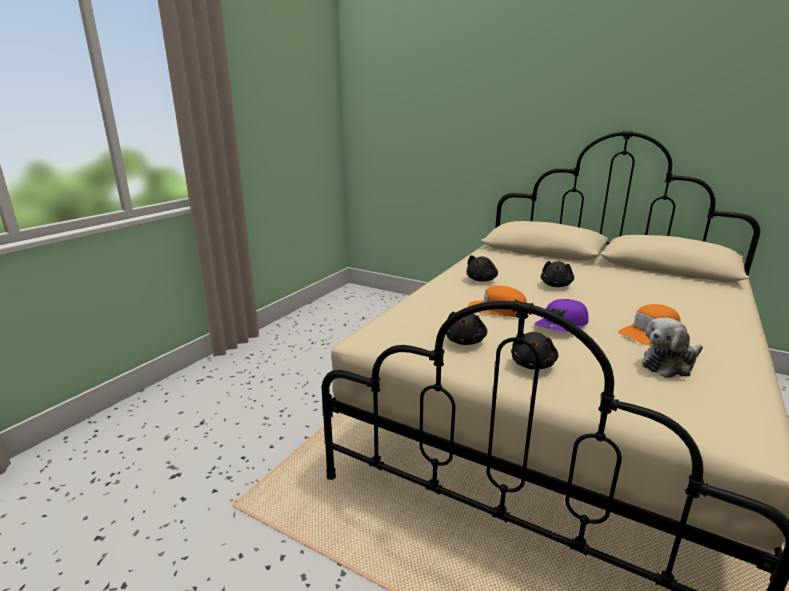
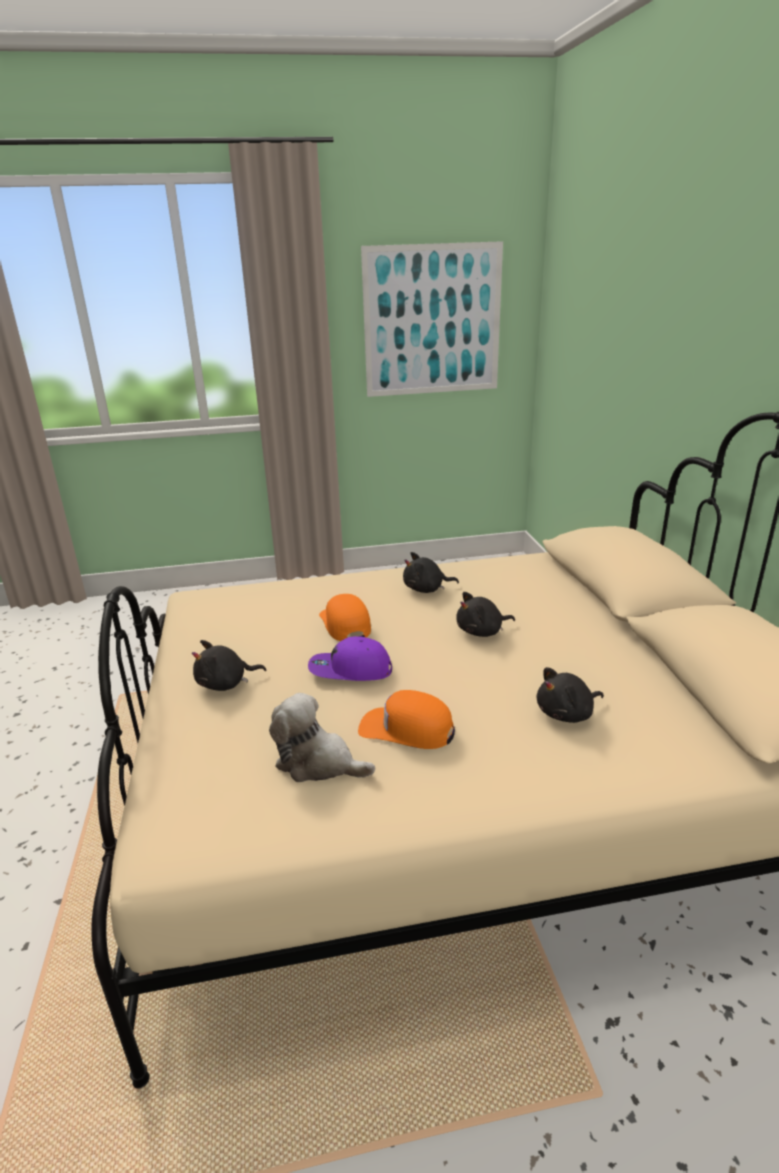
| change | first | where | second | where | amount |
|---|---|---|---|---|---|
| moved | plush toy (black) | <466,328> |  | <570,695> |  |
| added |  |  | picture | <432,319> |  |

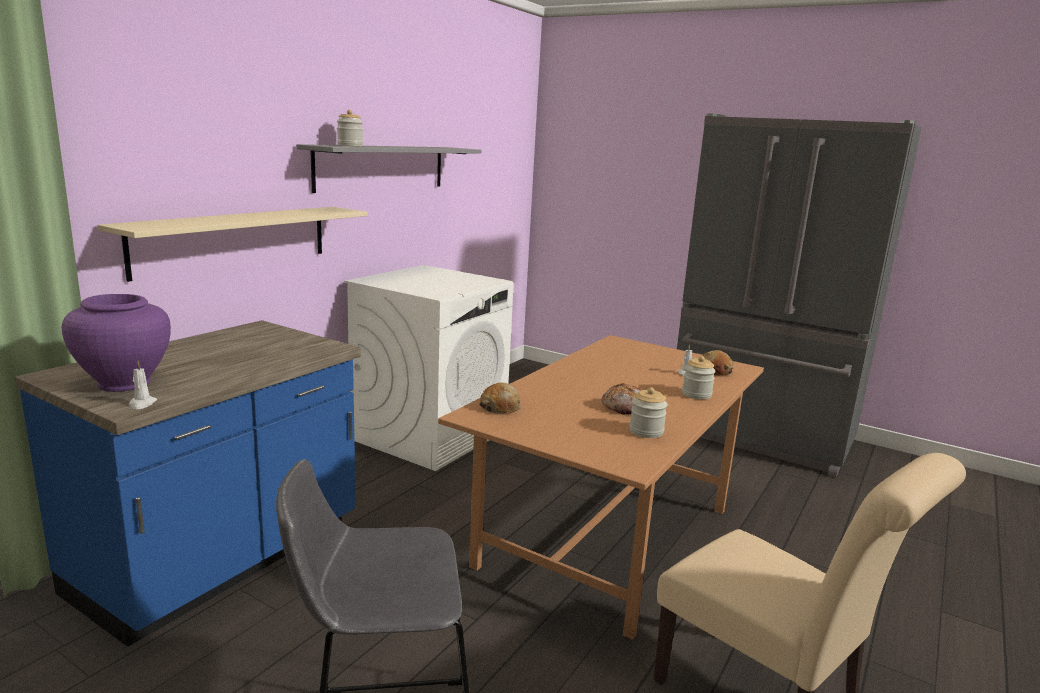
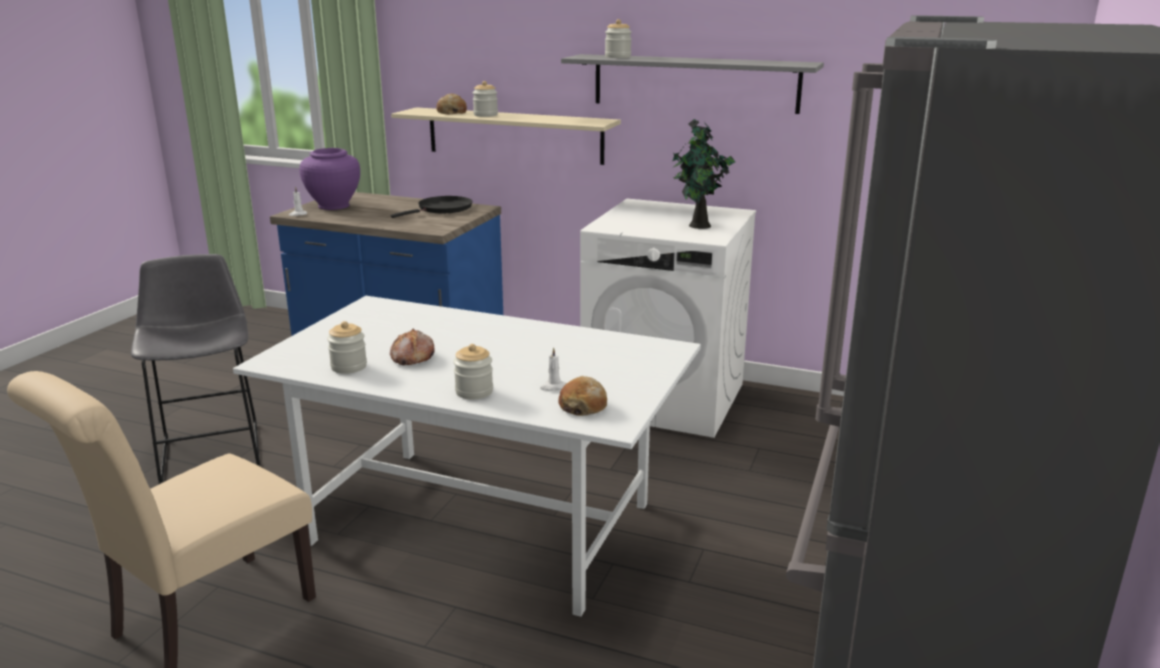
| change | first | where | second | where | amount |
|---|---|---|---|---|---|
| recoloured | dining table (brown) | <601,487> | dining table (white) | <467,456> |  |
| moved | bread | <500,398> |  | <452,104> |  |
| added |  |  | jar | <485,99> |  |
| added |  |  | potted plant | <704,174> |  |
| added |  |  | frying pan (black) | <431,207> |  |

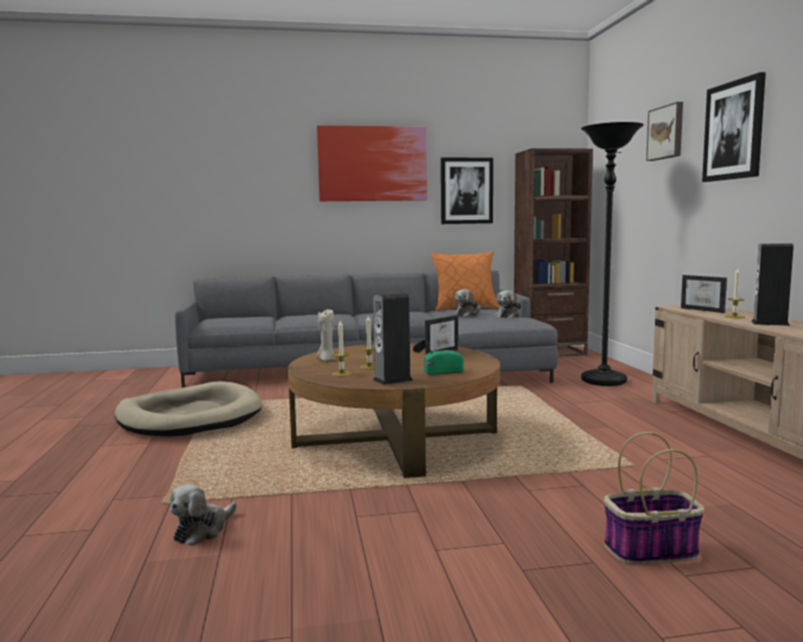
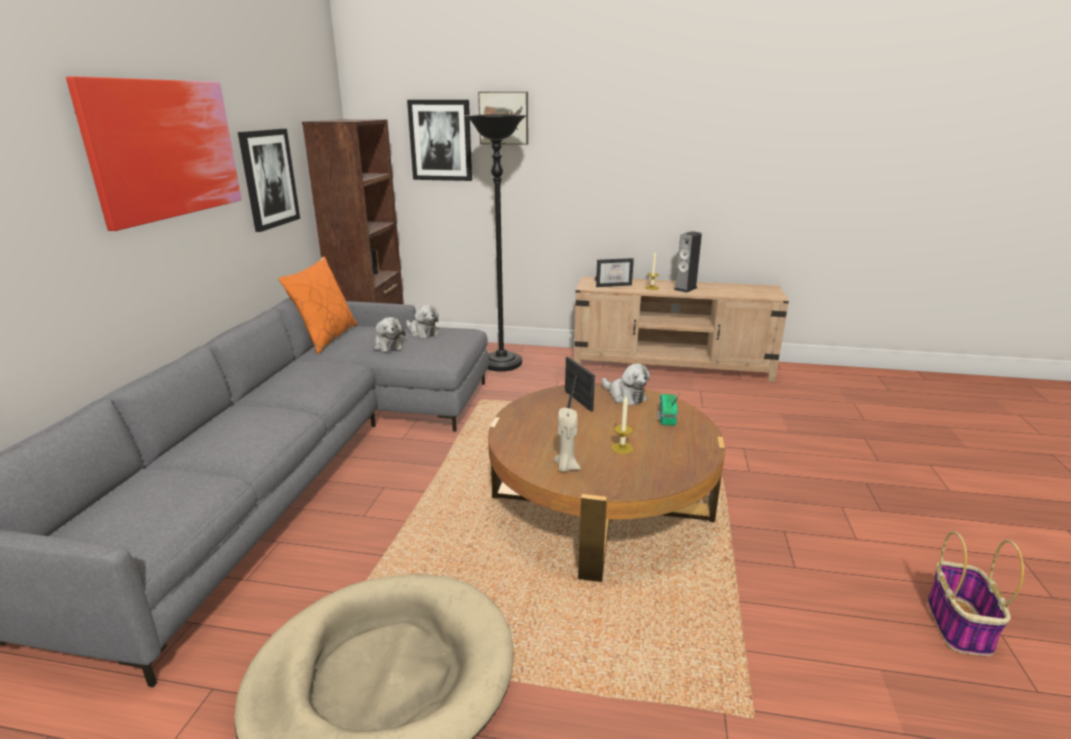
| change | first | where | second | where | amount |
|---|---|---|---|---|---|
| moved | picture | <734,127> |  | <439,140> |  |
| removed | speaker | <392,339> |  |  |  |
| removed | candle | <342,348> |  |  |  |
| moved | basket | <654,498> |  | <975,593> |  |
| moved | plush toy | <203,515> |  | <626,384> |  |

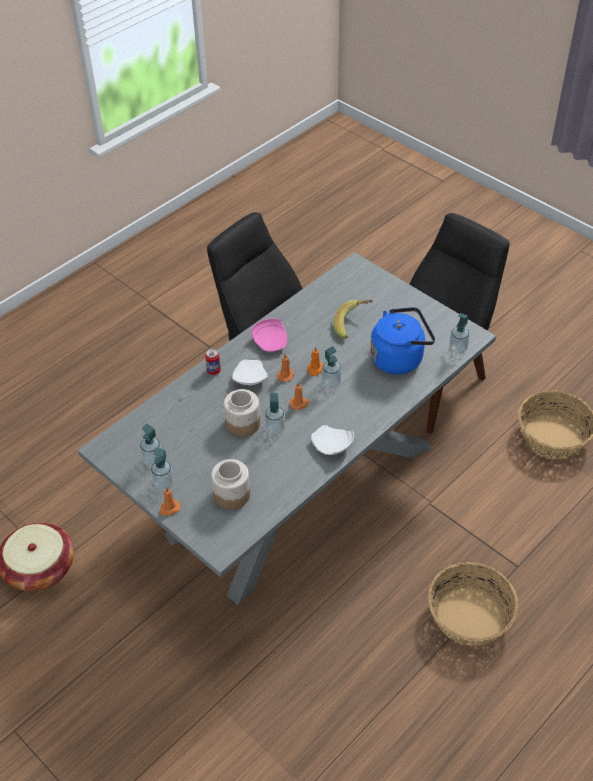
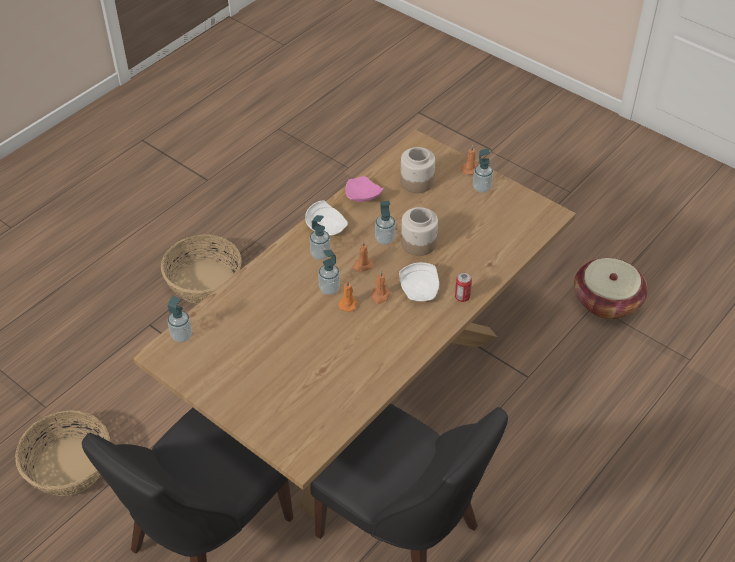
| change | first | where | second | where | amount |
|---|---|---|---|---|---|
| recoloured | dining table (grey) | <286,428> | dining table (brown) | <354,323> |  |
| removed | banana | <353,319> |  |  |  |
| removed | kettle (blue) | <402,341> |  |  |  |
| moved | plate (pink) | <269,335> |  | <365,189> |  |
| moved | soap dispenser | <150,445> |  | <320,237> |  |

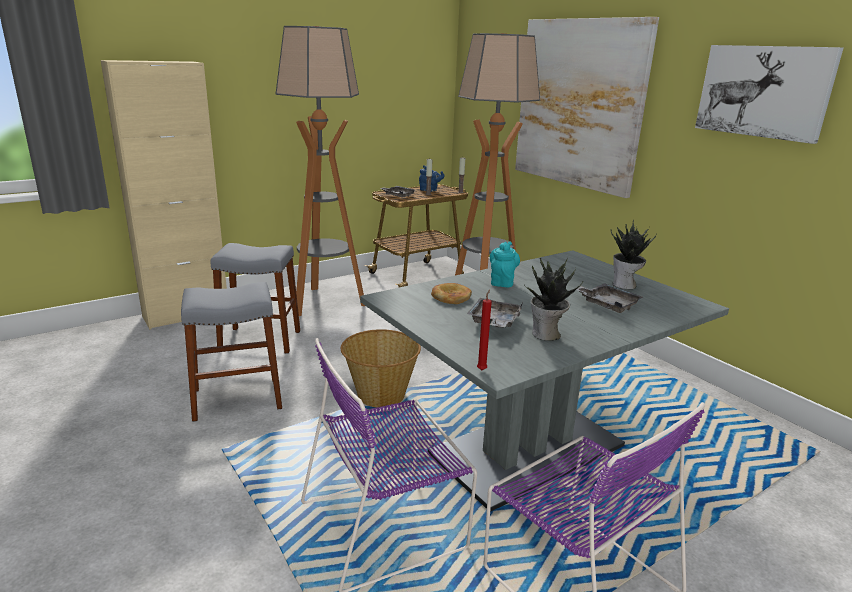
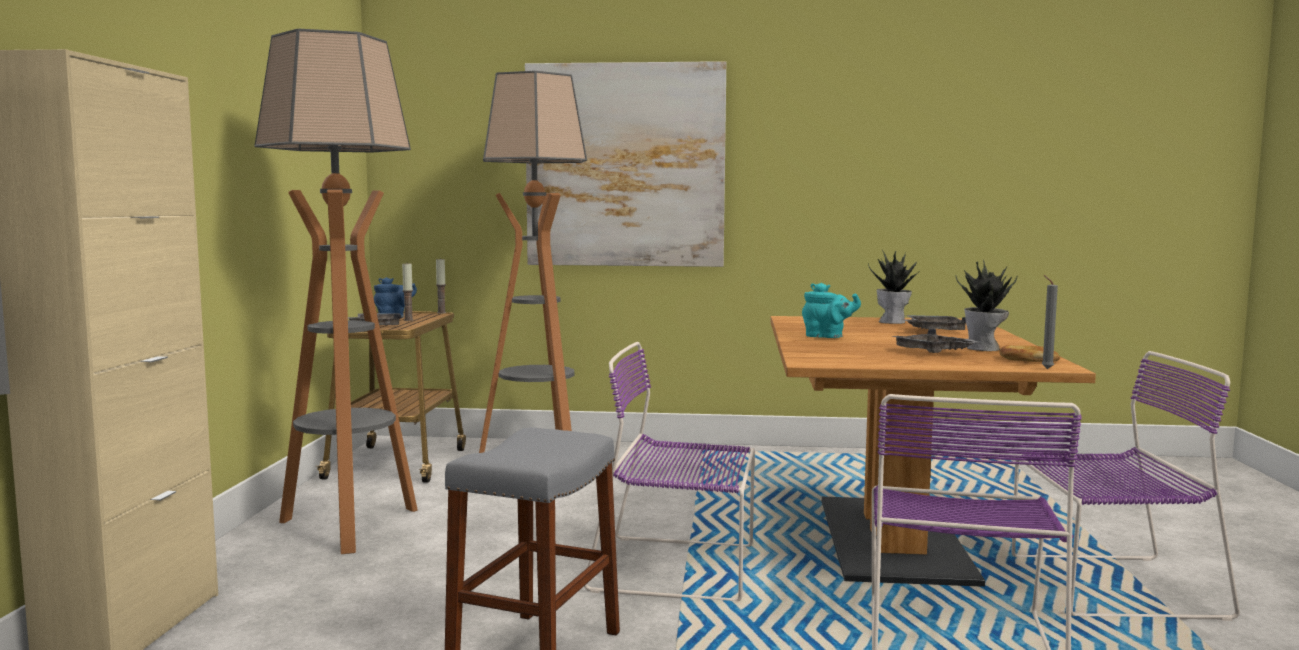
| change | first | where | second | where | amount |
|---|---|---|---|---|---|
| removed | picture | <769,94> |  |  |  |
| turned | teapot (turquoise) | <505,264> |  | <831,310> | 150 degrees clockwise |
| removed | stool (grey) | <255,298> |  |  |  |
| recoloured | dining table (grey) | <544,381> | dining table (brown) | <933,451> |  |
| moved | bread | <451,293> |  | <1030,353> |  |
| recoloured | candle (red) | <484,329> | candle (grey) | <1050,322> |  |
| replaced | basket | <381,368> | chair (purple) | <669,471> |  |

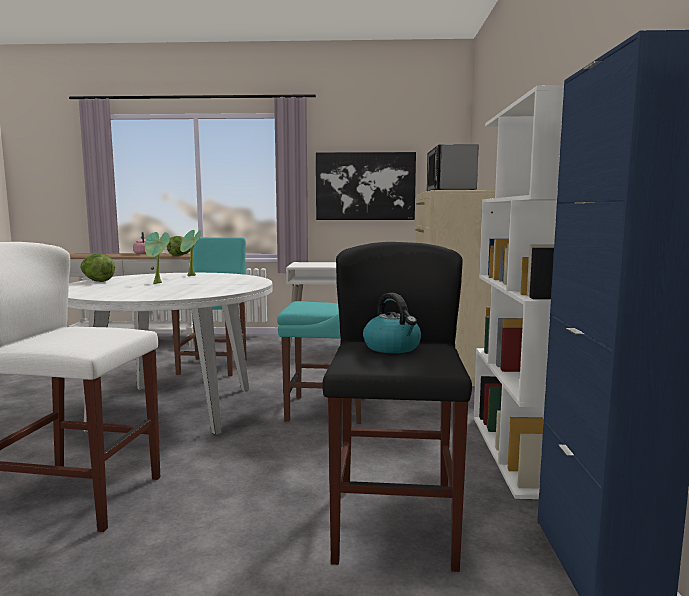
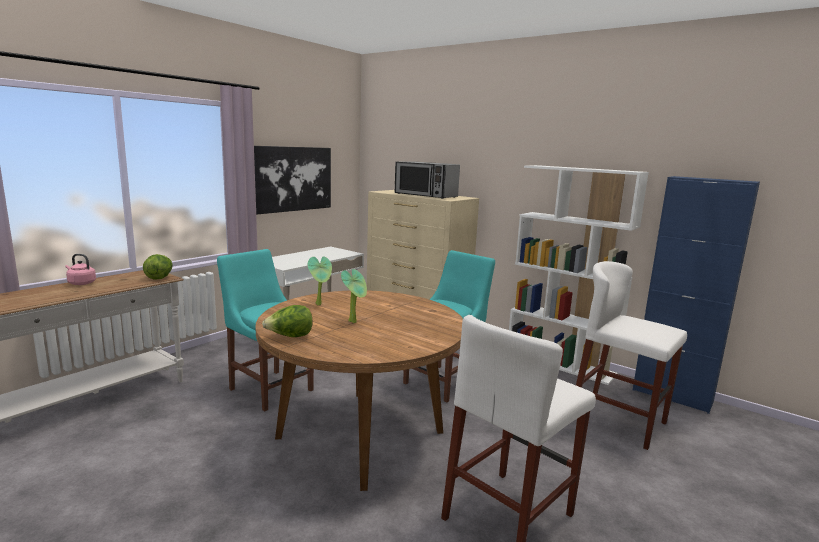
| change | first | where | second | where | amount |
|---|---|---|---|---|---|
| recoloured | stool (black) | <397,407> | stool (white) | <631,355> |  |
| recoloured | dining table (white) | <170,354> | dining table (brown) | <359,390> |  |
| removed | kettle | <392,323> |  |  |  |

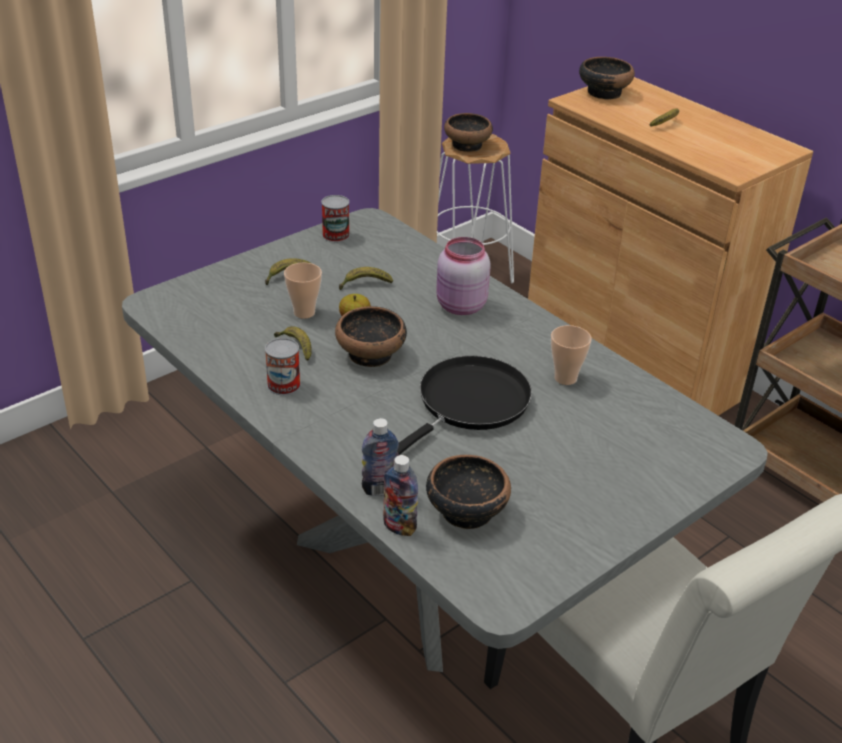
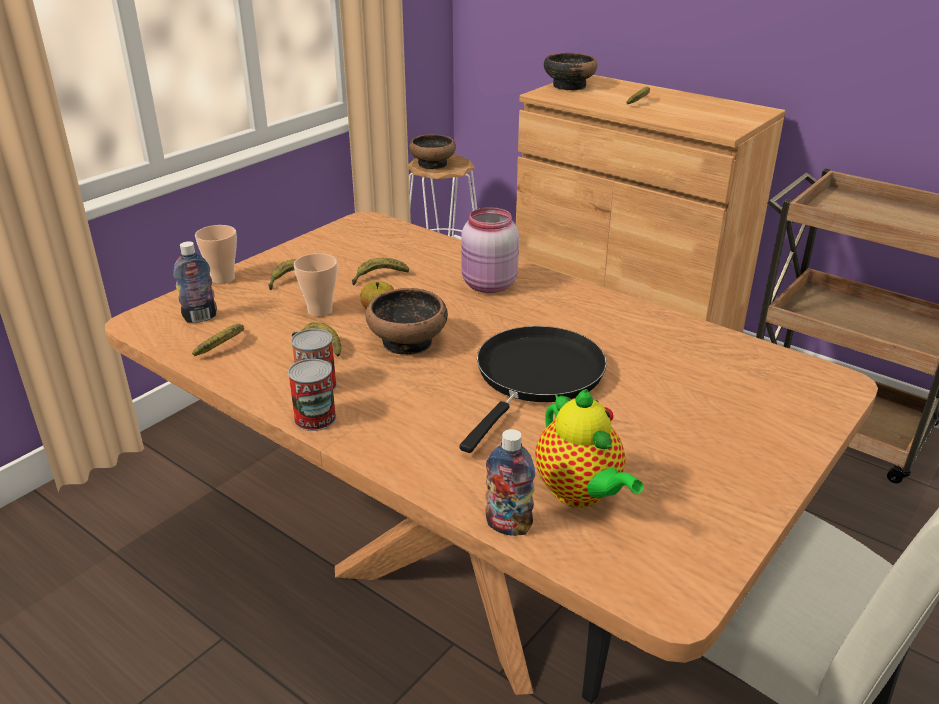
| change | first | where | second | where | amount |
|---|---|---|---|---|---|
| moved | can | <335,218> |  | <312,395> |  |
| recoloured | dining table (grey) | <445,440> | dining table (brown) | <491,453> |  |
| moved | cup | <571,355> |  | <216,254> |  |
| moved | bottle | <380,457> |  | <195,282> |  |
| replaced | bowl | <468,492> | teapot | <589,448> |  |
| added |  |  | banana | <218,340> |  |

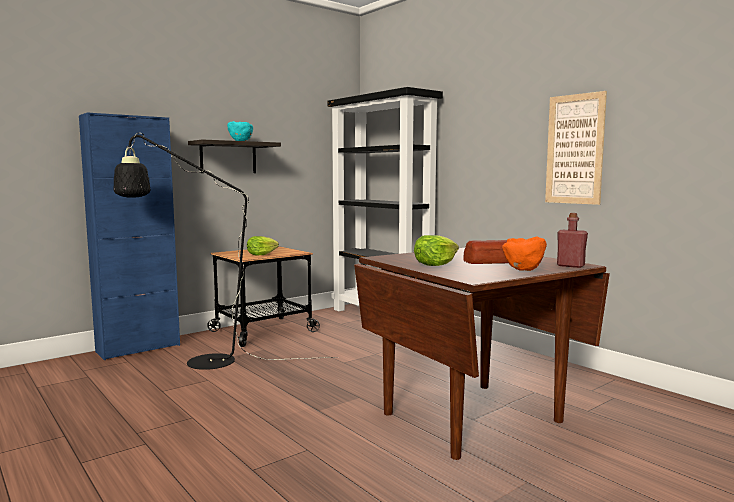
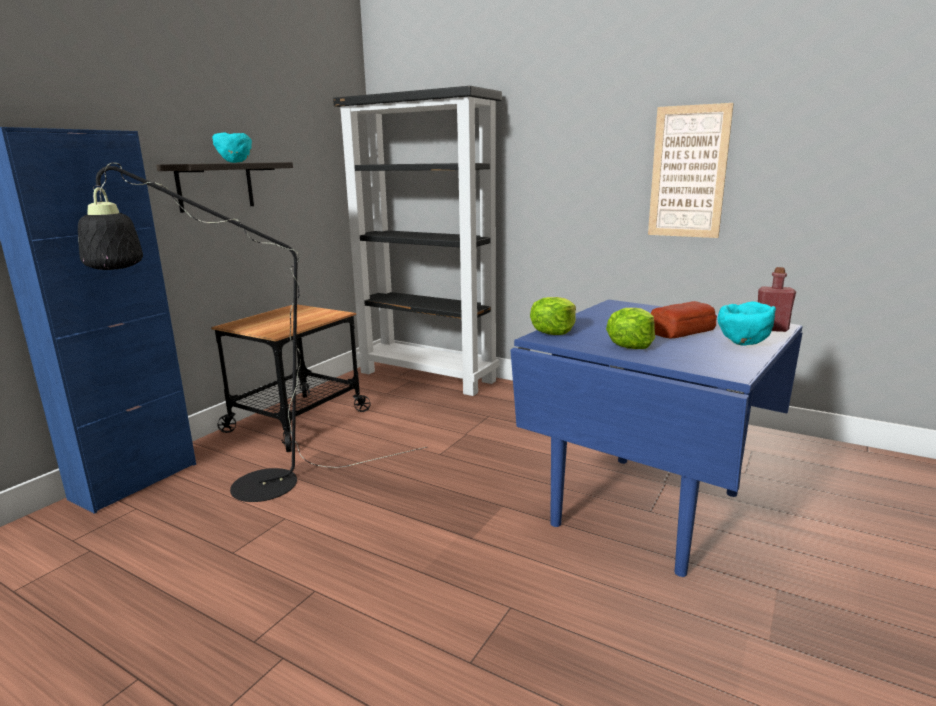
| change | first | where | second | where | amount |
|---|---|---|---|---|---|
| moved | lettuce | <263,245> |  | <553,316> |  |
| recoloured | bowl (orange) | <524,254> | bowl (turquoise) | <747,323> |  |
| recoloured | dining table (brown) | <482,354> | dining table (blue) | <656,438> |  |

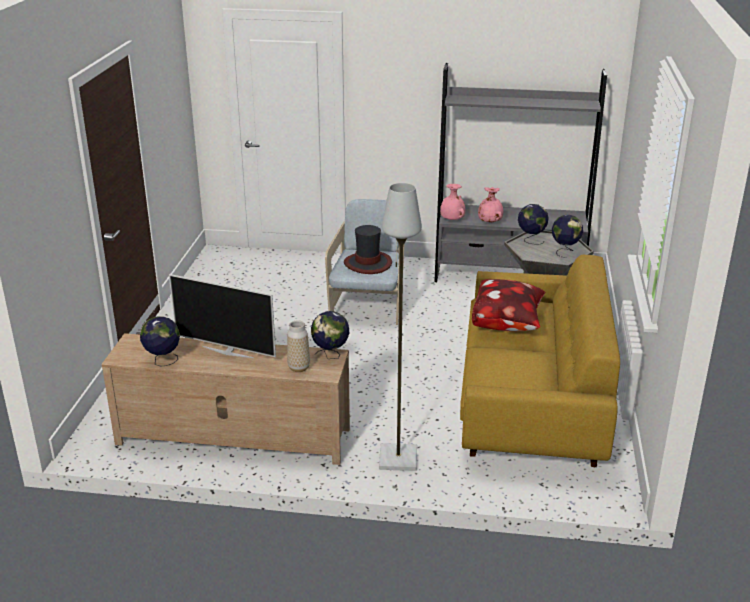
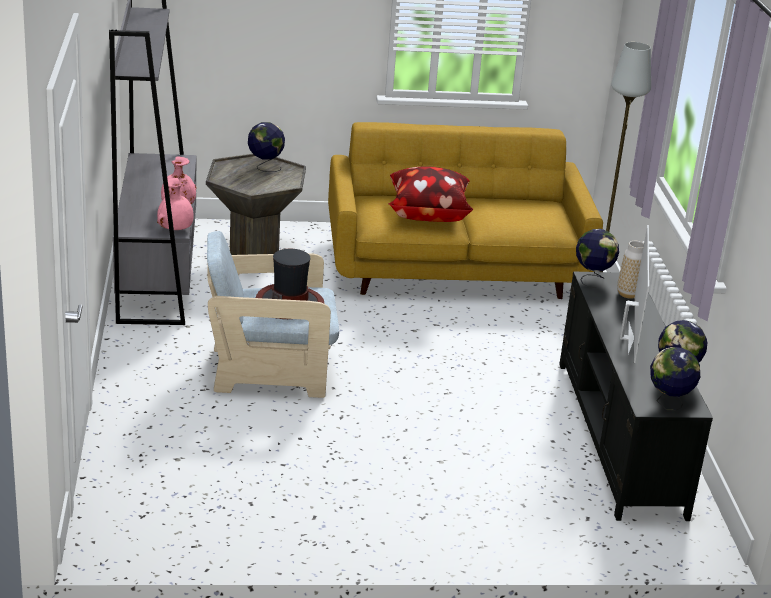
| change | first | where | second | where | amount |
|---|---|---|---|---|---|
| moved | globe | <533,224> |  | <675,379> |  |
| recoloured | tv stand (beige) | <225,399> | tv stand (black) | <636,396> |  |

